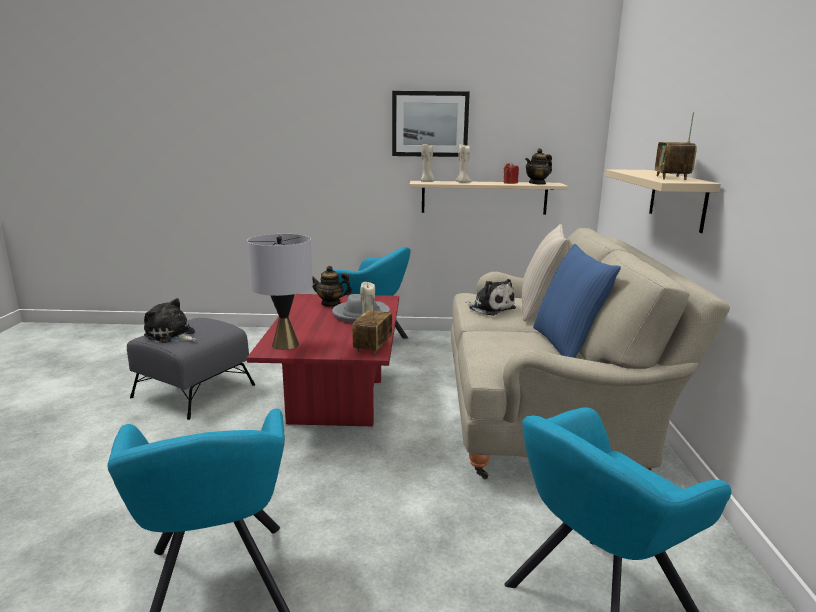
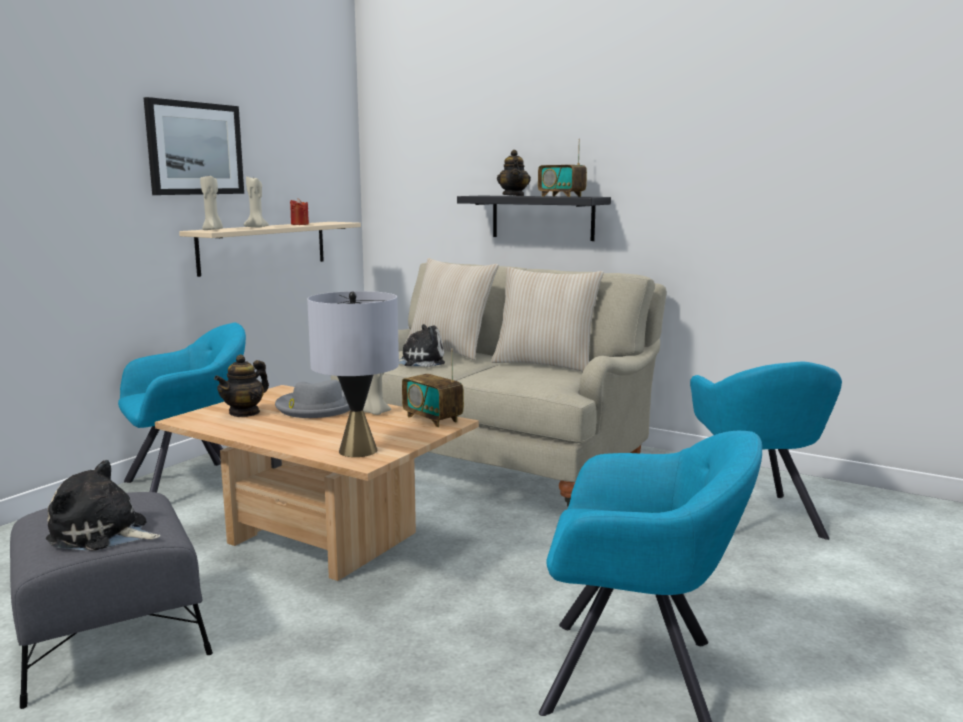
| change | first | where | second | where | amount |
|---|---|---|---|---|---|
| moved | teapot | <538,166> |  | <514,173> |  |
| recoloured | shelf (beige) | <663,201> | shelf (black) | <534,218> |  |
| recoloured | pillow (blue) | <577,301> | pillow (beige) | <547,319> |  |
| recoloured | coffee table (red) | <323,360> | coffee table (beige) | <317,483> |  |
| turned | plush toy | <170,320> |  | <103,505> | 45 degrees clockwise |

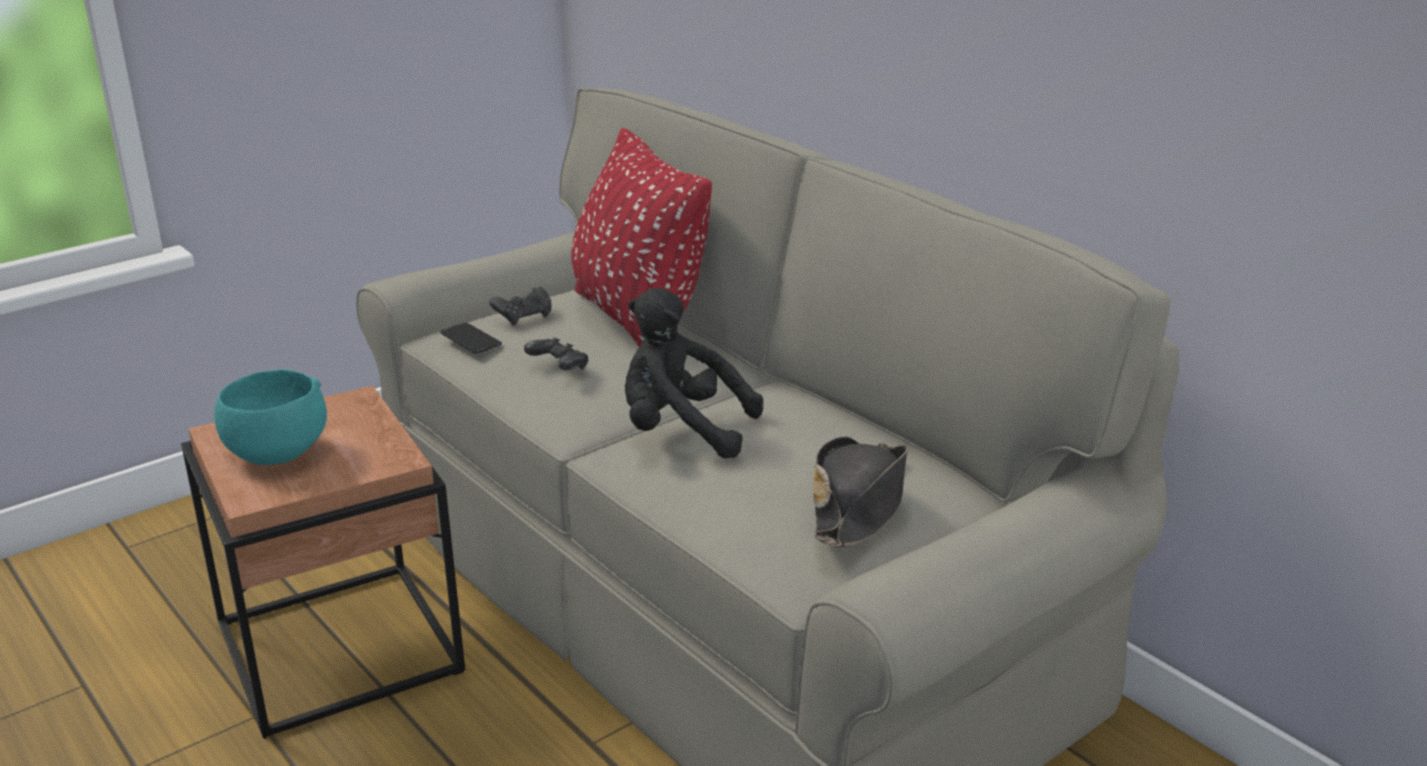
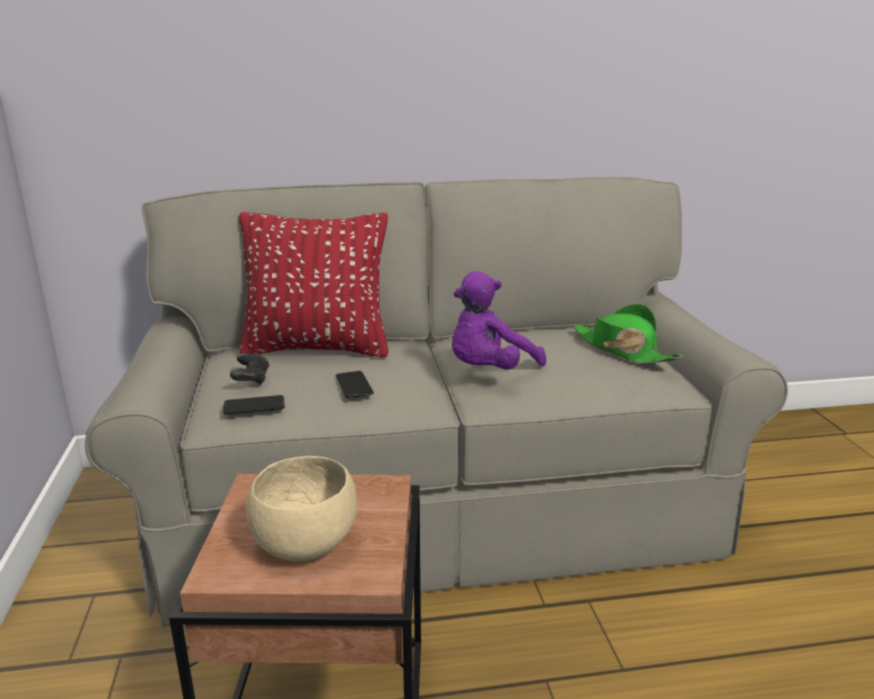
| change | first | where | second | where | amount |
|---|---|---|---|---|---|
| recoloured | plush toy (black) | <694,373> | plush toy (purple) | <499,320> |  |
| replaced | game controller (black) | <556,353> | phone | <354,384> |  |
| recoloured | bowl (turquoise) | <270,417> | bowl (beige) | <301,509> |  |
| recoloured | hat (black) | <860,491> | hat (green) | <628,334> |  |

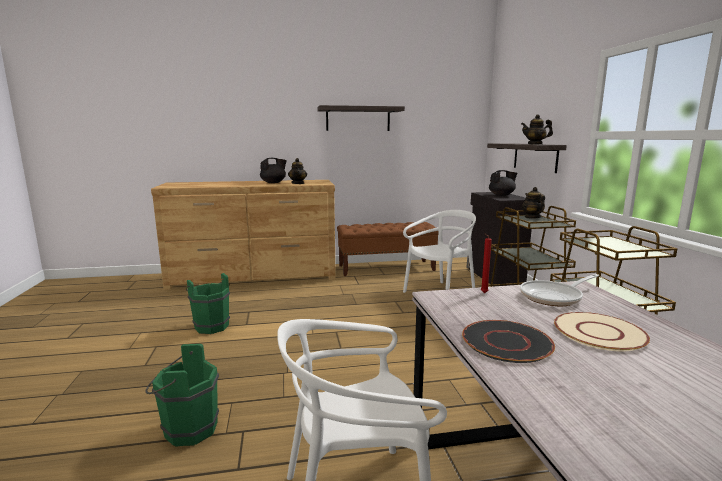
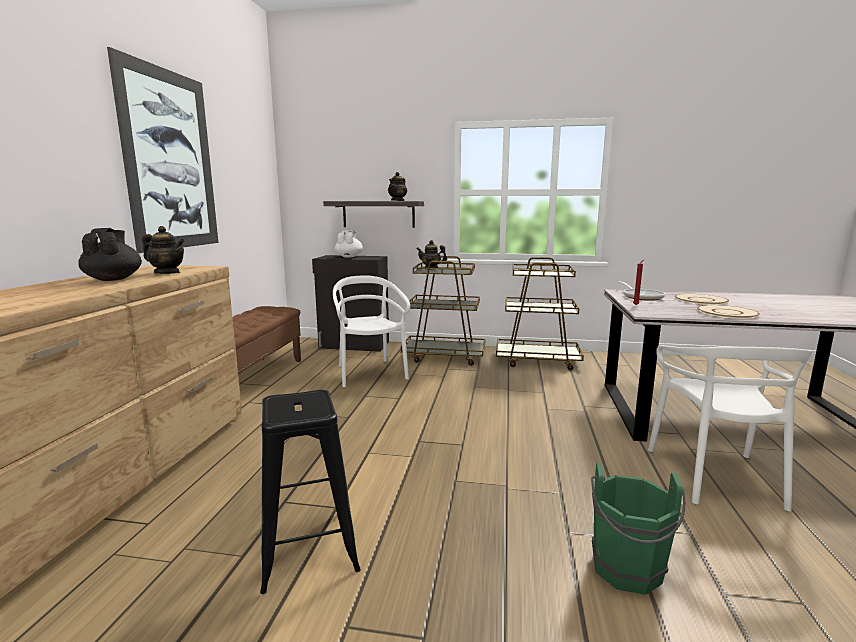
| change | first | where | second | where | amount |
|---|---|---|---|---|---|
| replaced | shelf | <361,118> | picture | <163,150> |  |
| recoloured | teapot (black) | <503,183> | teapot (white) | <349,244> |  |
| replaced | bucket (green) | <208,303> | stool (black) | <310,492> |  |
| recoloured | plate (black) | <508,341> | plate (beige) | <728,312> |  |

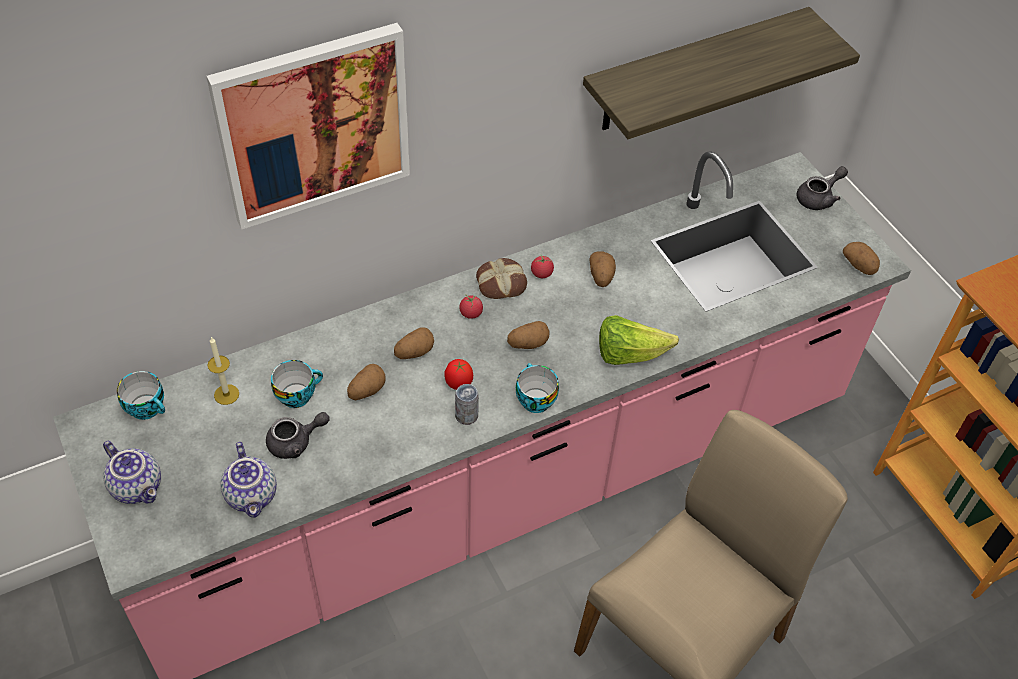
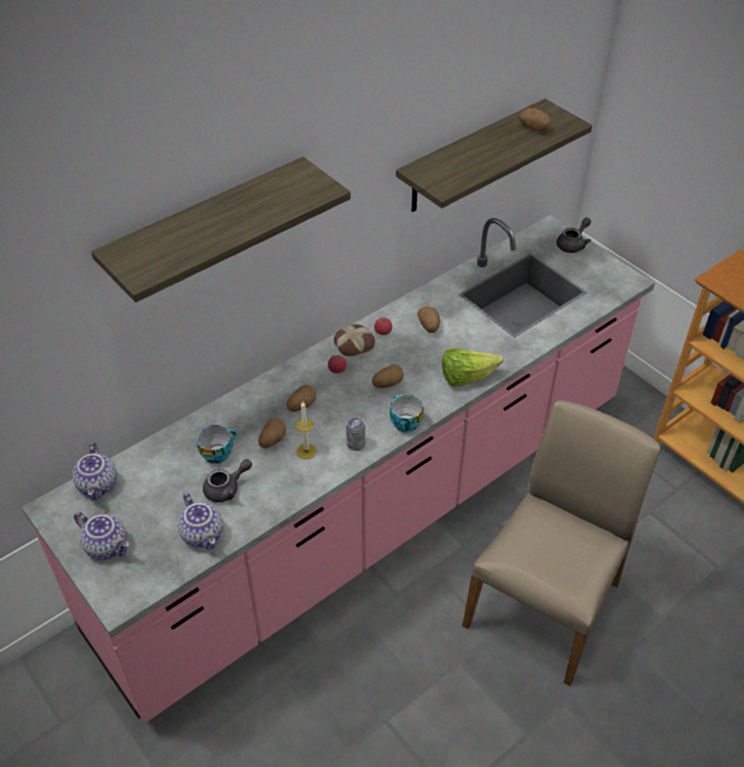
| change | first | where | second | where | amount |
|---|---|---|---|---|---|
| replaced | picture | <308,126> | shelf | <221,230> |  |
| moved | potato | <861,258> |  | <534,120> |  |
| moved | candle | <223,371> |  | <306,430> |  |
| removed | tomato | <458,374> |  |  |  |
| replaced | cup | <141,395> | teapot | <94,471> |  |

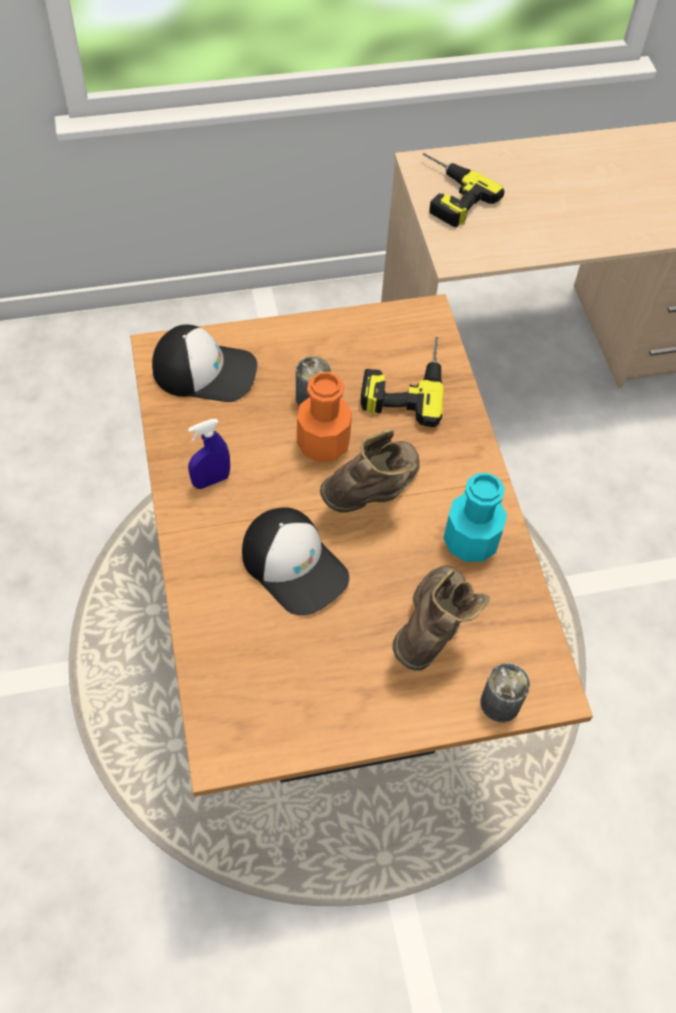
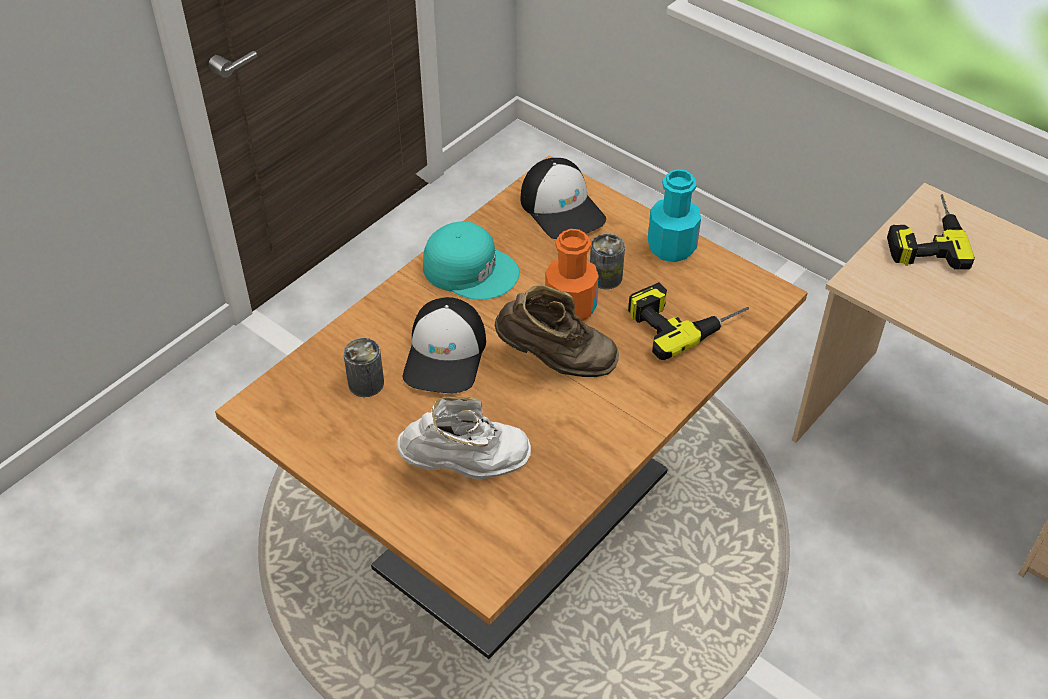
| change | first | where | second | where | amount |
|---|---|---|---|---|---|
| replaced | spray bottle (blue) | <209,454> | cap (turquoise) | <471,260> |  |
| moved | bottle (turquoise) | <475,517> |  | <674,215> |  |
| recoloured | boot (brown) | <441,618> | boot (white) | <463,438> |  |
| moved | can | <505,692> |  | <363,367> |  |

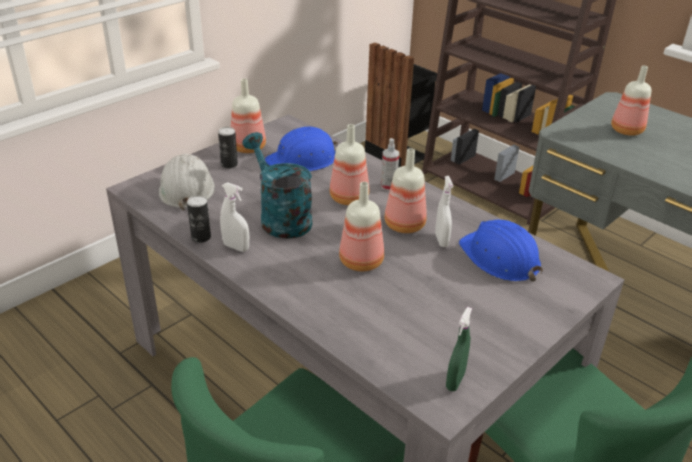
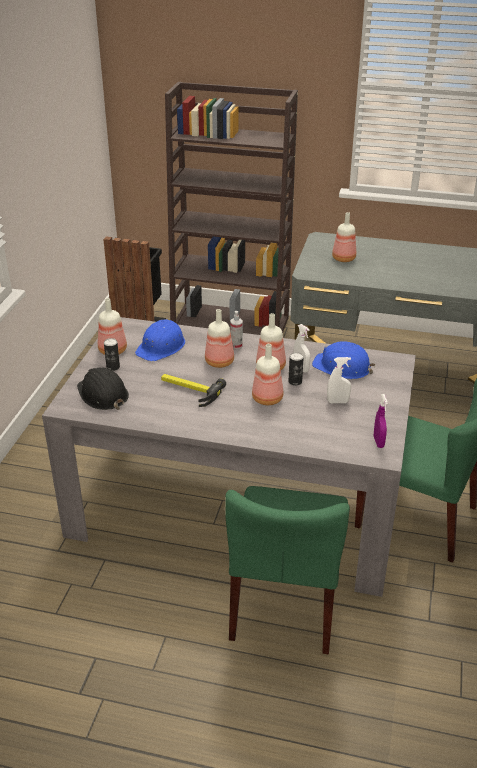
| change | first | where | second | where | amount |
|---|---|---|---|---|---|
| replaced | watering can (turquoise) | <277,185> | hammer | <193,390> |  |
| recoloured | hard hat (white) | <187,182> | hard hat (black) | <103,388> |  |
| moved | spray bottle (white) | <234,217> |  | <339,380> |  |
| moved | can | <199,219> |  | <296,369> |  |
| recoloured | spray bottle (green) | <459,349> | spray bottle (purple) | <381,421> |  |

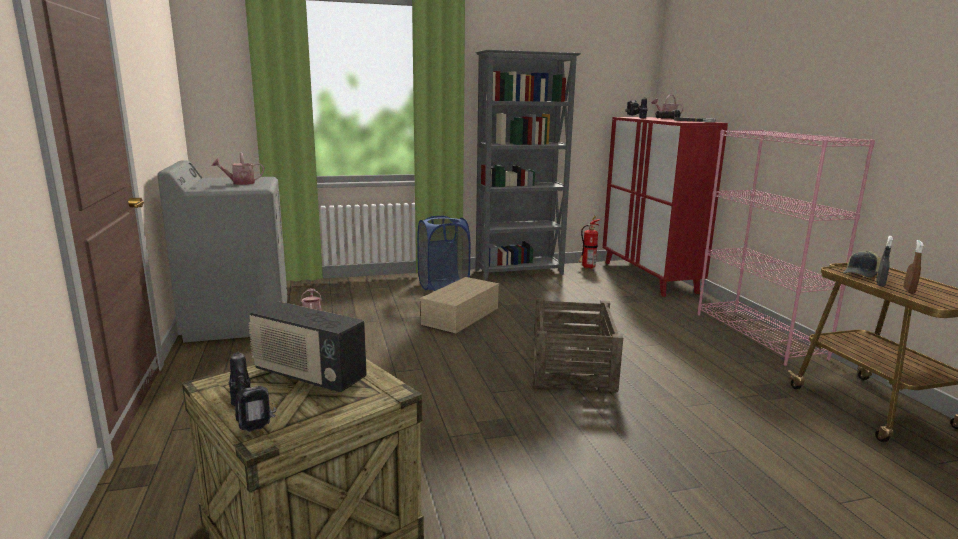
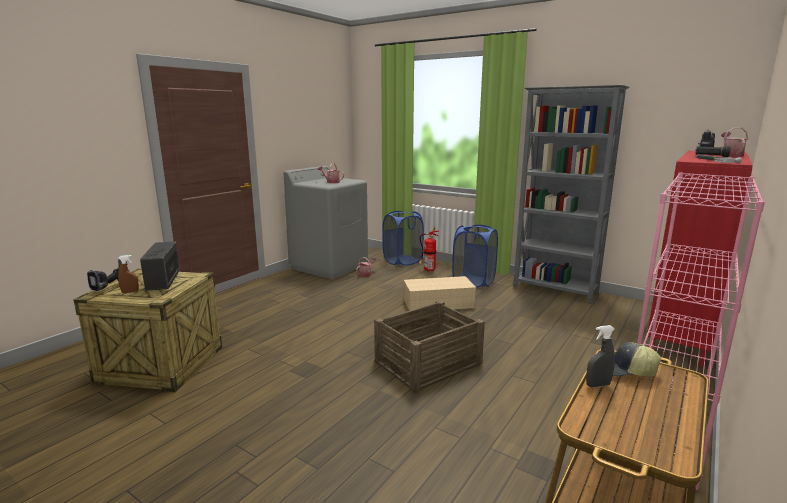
| change | first | where | second | where | amount |
|---|---|---|---|---|---|
| moved | fire extinguisher | <589,242> |  | <429,249> |  |
| moved | spray bottle (brown) | <913,267> |  | <128,274> |  |
| added |  |  | laundry basket (blue) | <403,238> |  |

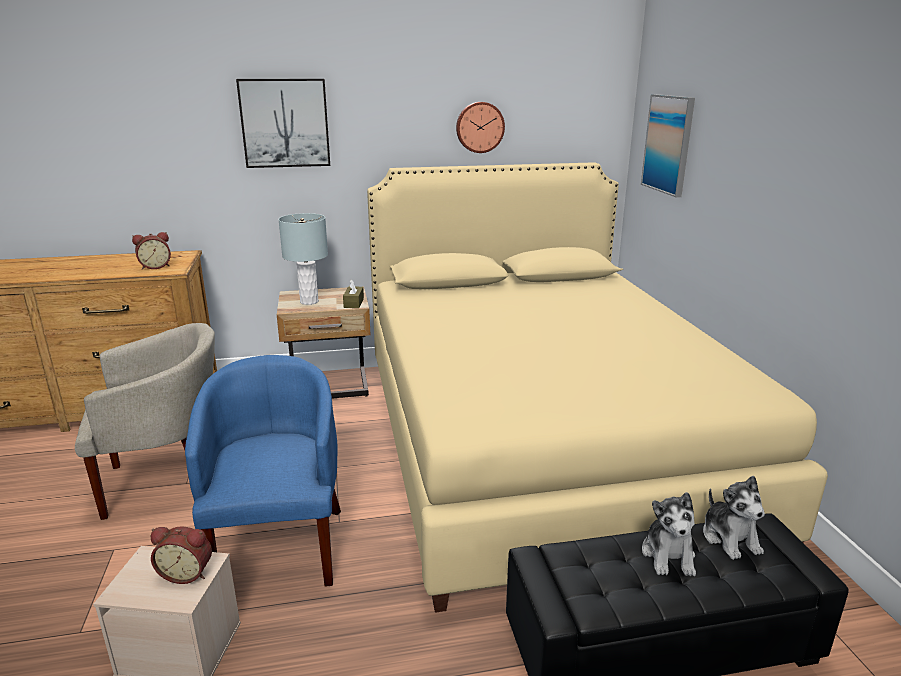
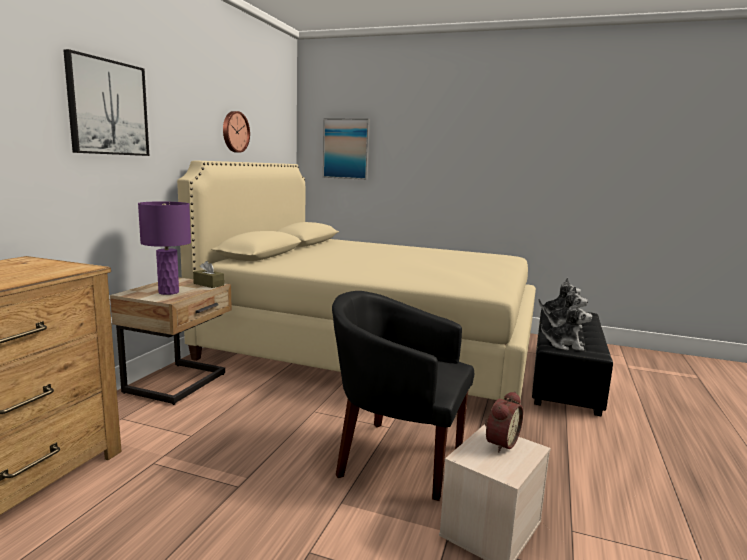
| change | first | where | second | where | amount |
|---|---|---|---|---|---|
| recoloured | table lamp (grey) | <303,259> | table lamp (purple) | <164,248> |  |
| removed | alarm clock | <151,251> |  |  |  |
| removed | armchair (beige) | <145,421> |  |  |  |
| recoloured | armchair (blue) | <263,471> | armchair (black) | <403,396> |  |
| added |  |  | plush toy | <567,325> |  |

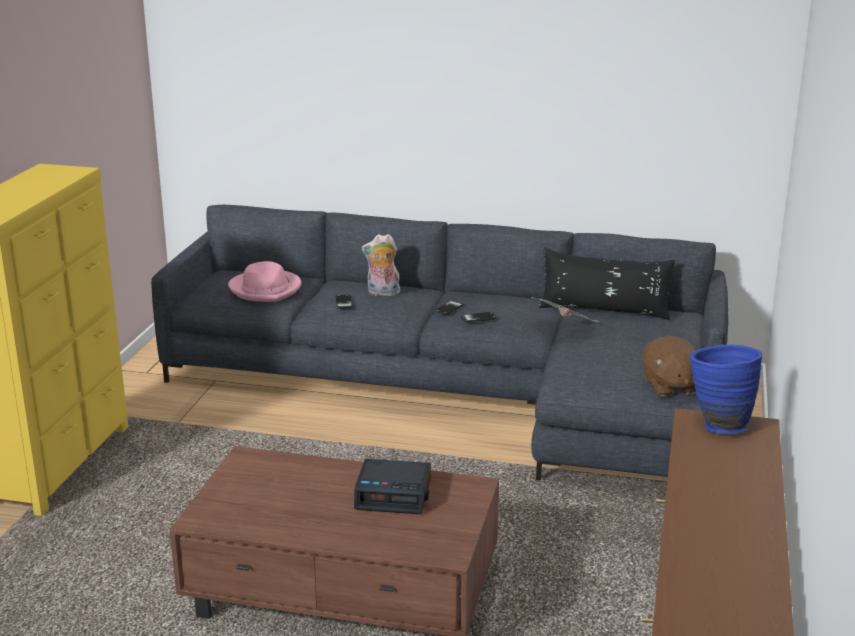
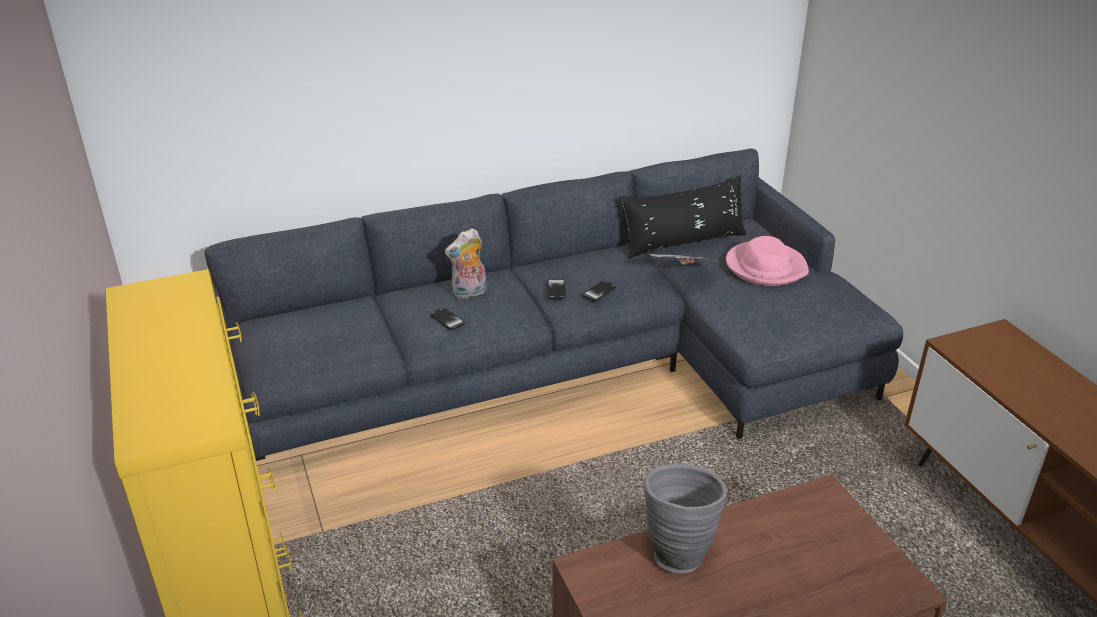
| change | first | where | second | where | amount |
|---|---|---|---|---|---|
| moved | hat (pink) | <264,281> |  | <767,261> |  |
| removed | plush toy (brown) | <669,366> |  |  |  |
| removed | vase (blue) | <726,389> |  |  |  |
| removed | alarm clock | <392,486> |  |  |  |
| added |  |  | vase (grey) | <686,518> |  |

